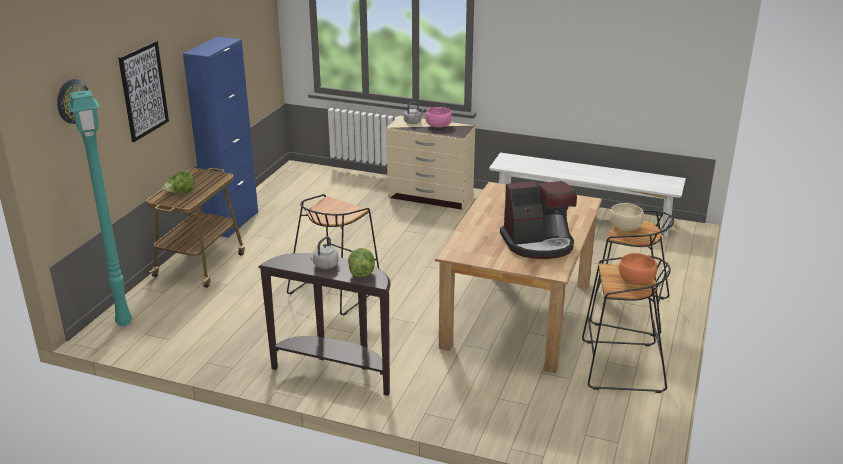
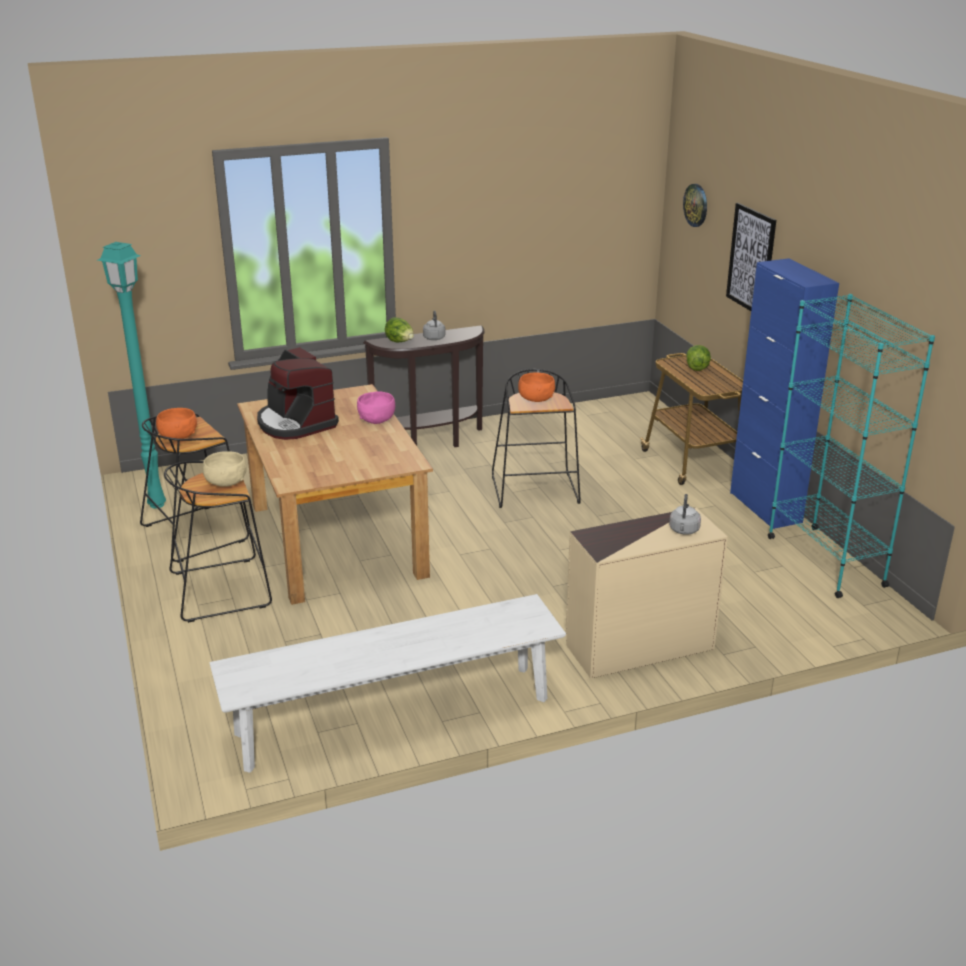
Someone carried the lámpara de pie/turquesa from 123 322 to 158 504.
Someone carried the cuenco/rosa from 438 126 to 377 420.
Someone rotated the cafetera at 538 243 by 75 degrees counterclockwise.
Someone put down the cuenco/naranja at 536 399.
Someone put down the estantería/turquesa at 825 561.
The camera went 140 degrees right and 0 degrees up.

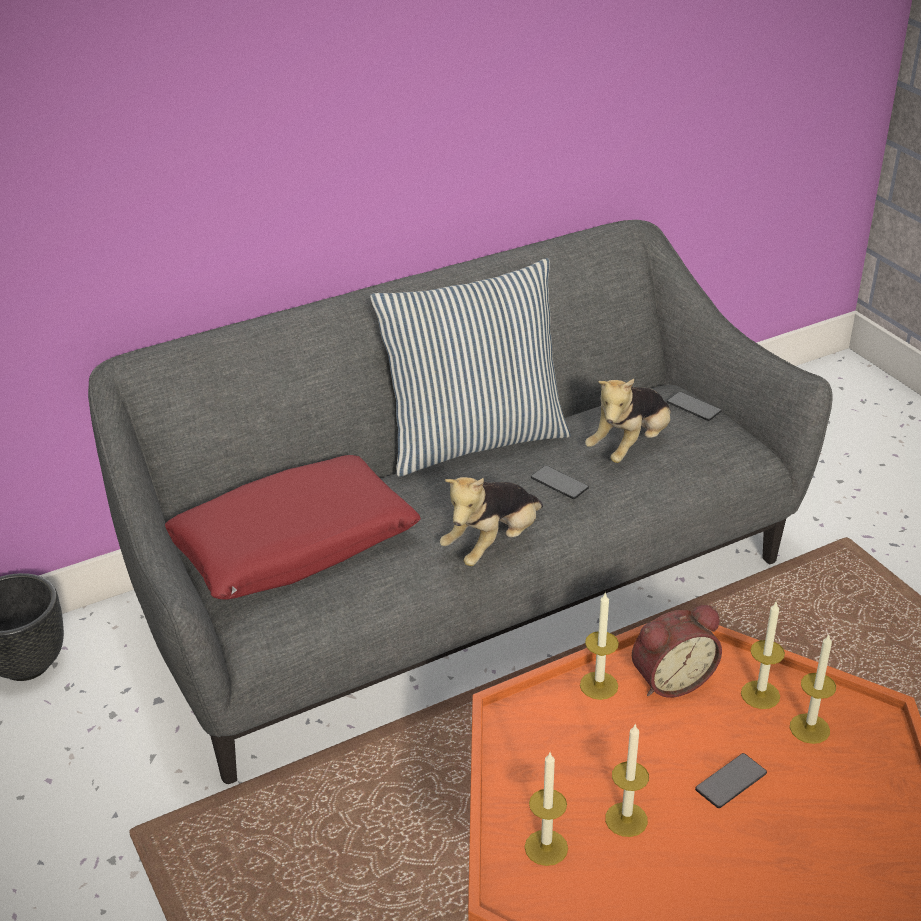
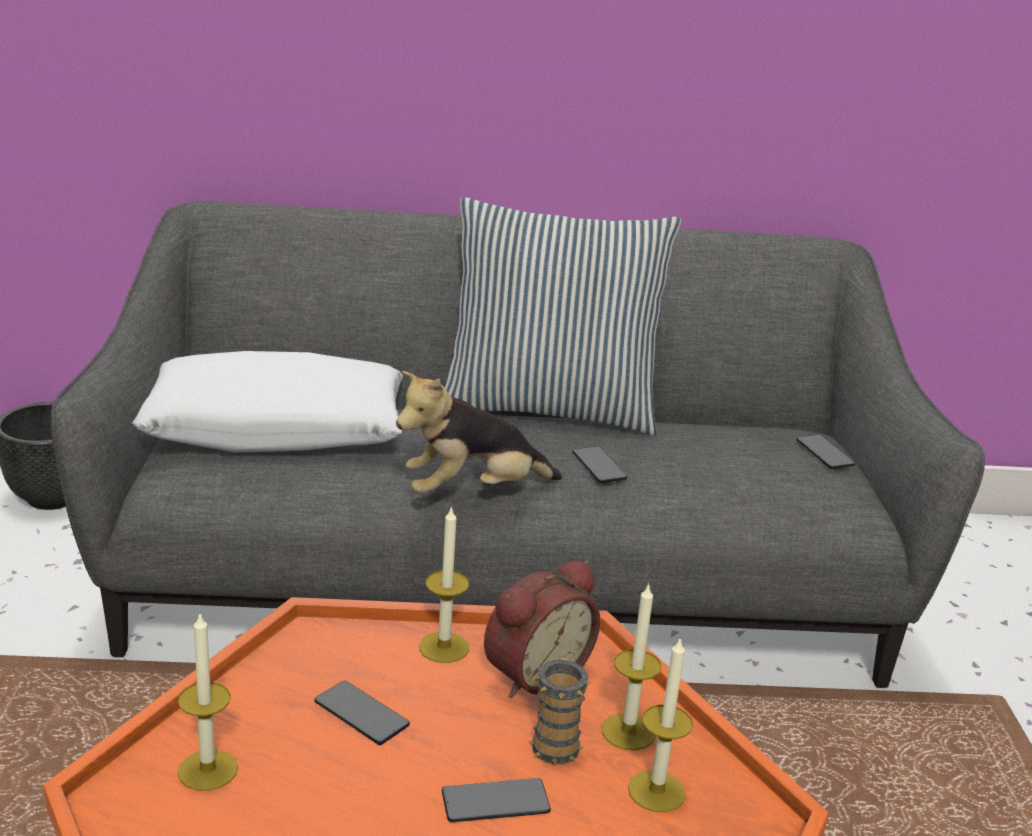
Someone repainted the cojín/rojo at 294 546, which became the cojín/blanco at 276 428.
Someone took away the peluche at 630 446.
Someone took away the vela at 626 819.
Someone rotated the despertador at 670 679 by 45 degrees counterclockwise.
Someone put down the móvil at 361 714.
Someone put down the taza grande at 556 741.
The camera went 25 degrees right and 10 degrees down.

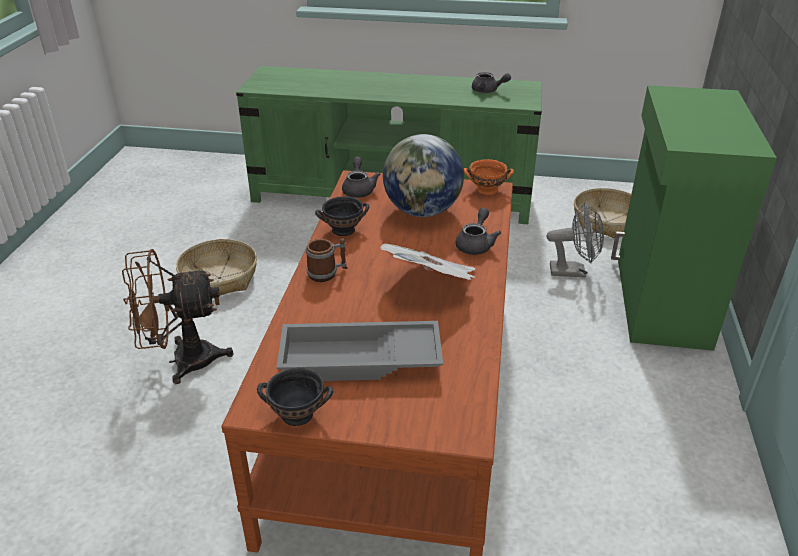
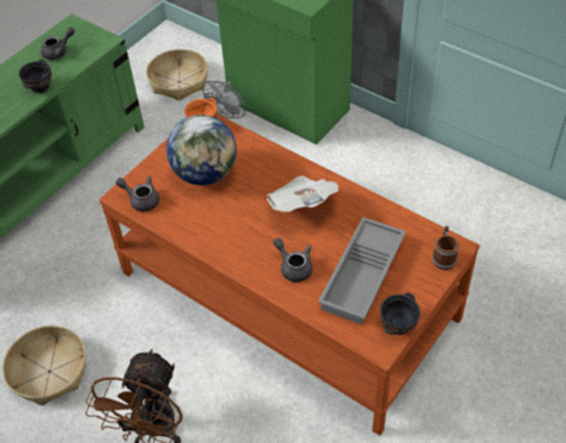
Someone carried the taza grande from 327 273 to 443 257.
Someone carried the cuenco/negro from 342 230 to 39 88.
Someone carried the tetera/gris from 476 244 to 294 267.
The camera went 60 degrees left and 15 degrees up.

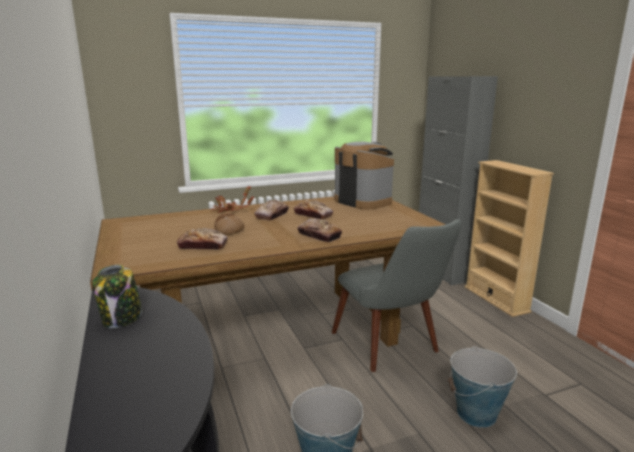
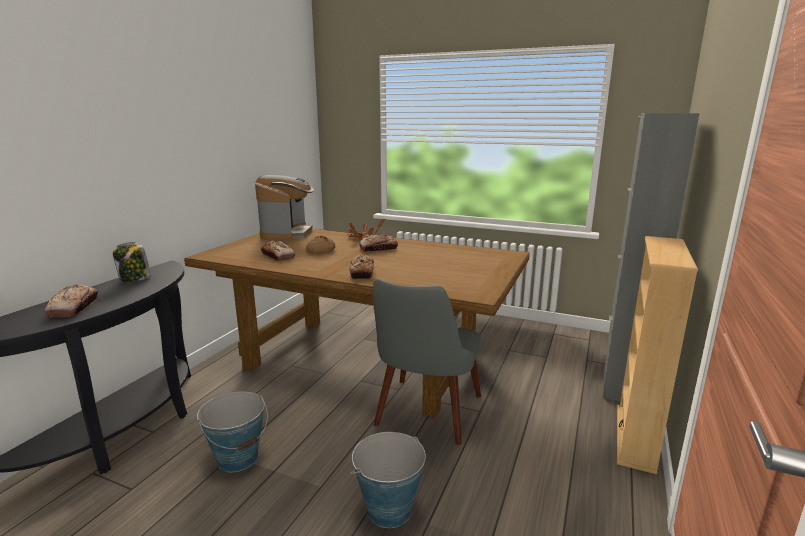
Someone carried the pan from 313 215 to 74 307.
Someone carried the cafetera from 363 201 to 287 234.
The camera went 45 degrees right and 0 degrees up.

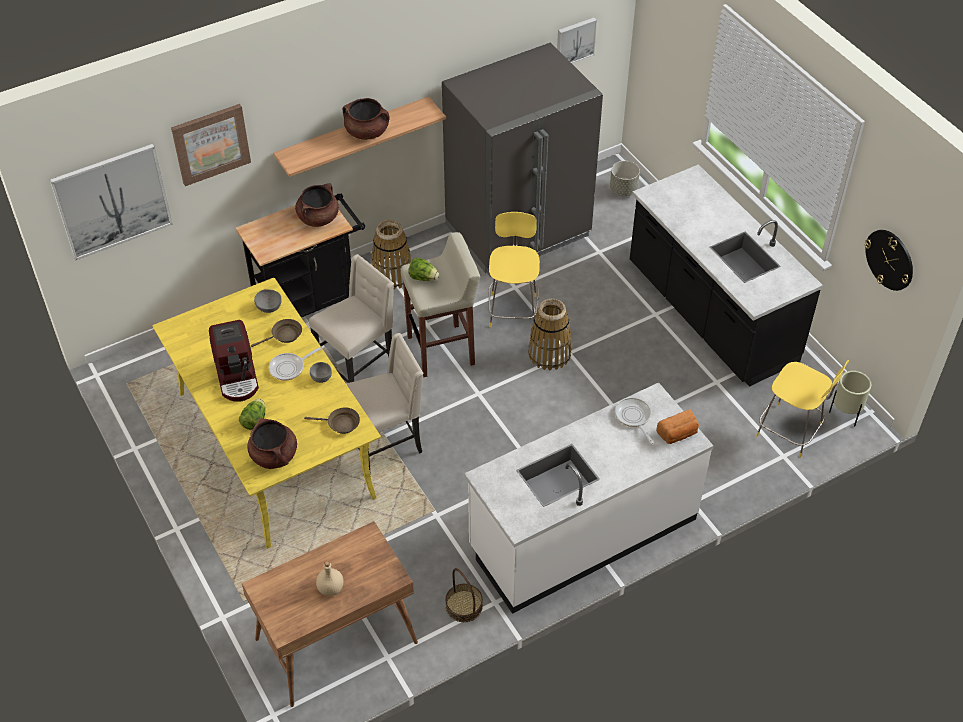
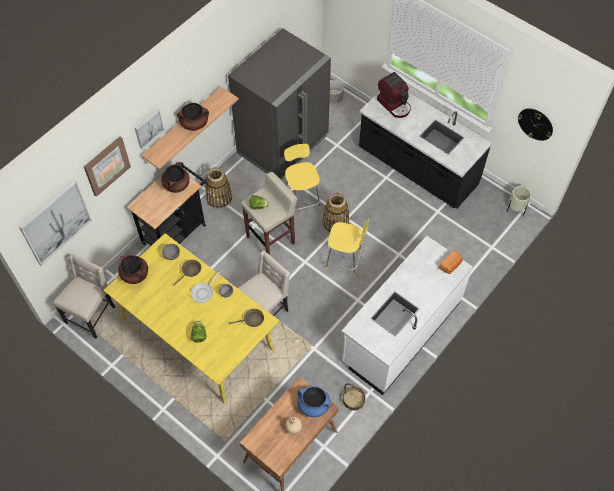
Someone carried the cafetera from 238 377 to 394 104.
Someone carried the olla/marrón from 274 456 to 135 274.
Someone carried the silla/beis from 358 365 to 91 314.
Someone carried the cuadro from 575 41 to 148 128.
Someone took away the sartén at 633 417.
Someone carried the taburete/amarillo from 791 432 to 344 260.
Someone put down the olla/azul at 313 405.
The camera went 20 degrees left and 10 degrees up.

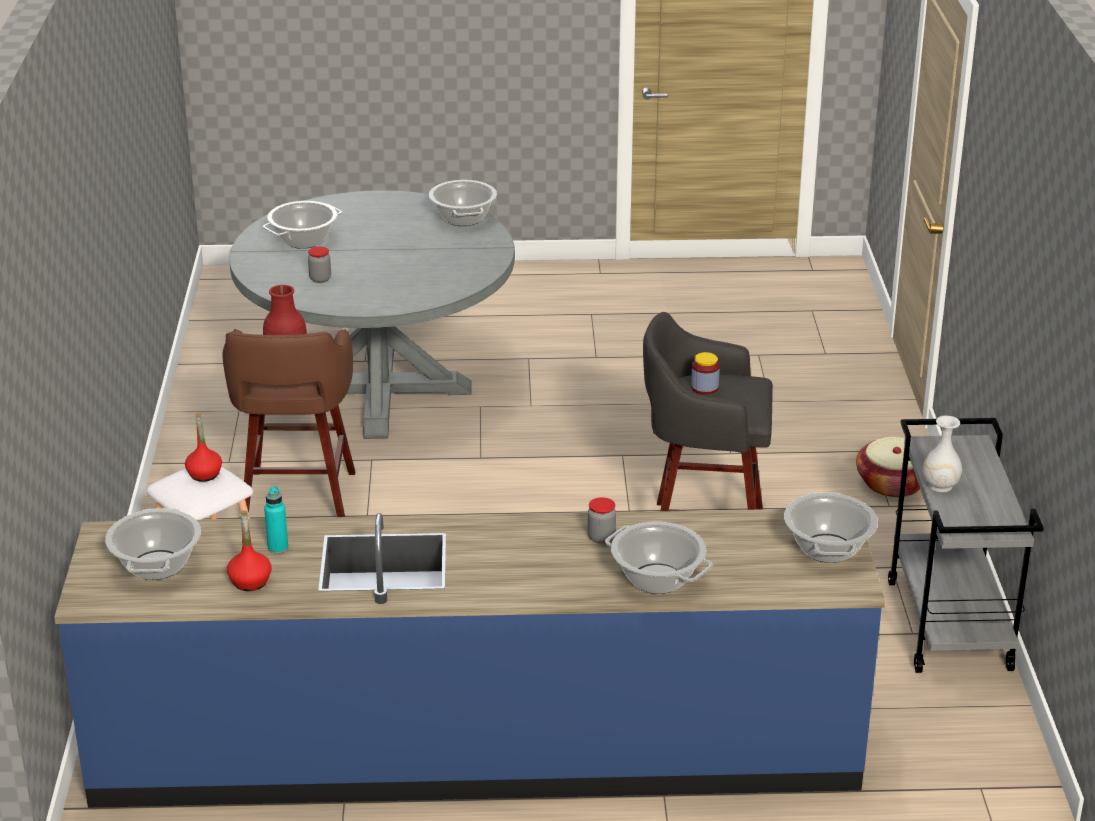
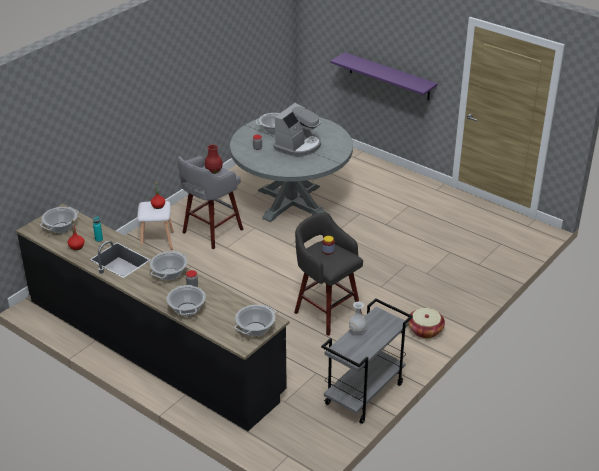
Someone repainted the mueble bajo de cocina/azul at 476 748, which became the mueble bajo de cocina/negro at 153 345.
Someone repainted the taburete/marrón at 298 503, which became the taburete/gris at 211 232.
Someone carried the olla from 463 218 to 169 274.
Someone put down the cafetera at 298 146.
Someone put up the estante/morado at 389 76.
The camera went 40 degrees right and 5 degrees up.

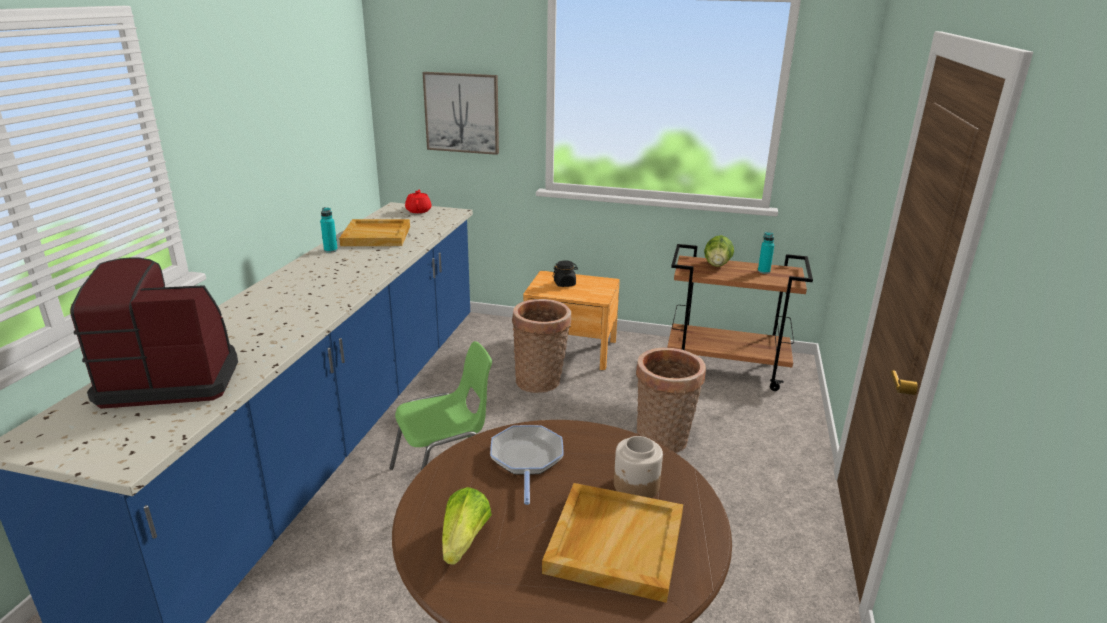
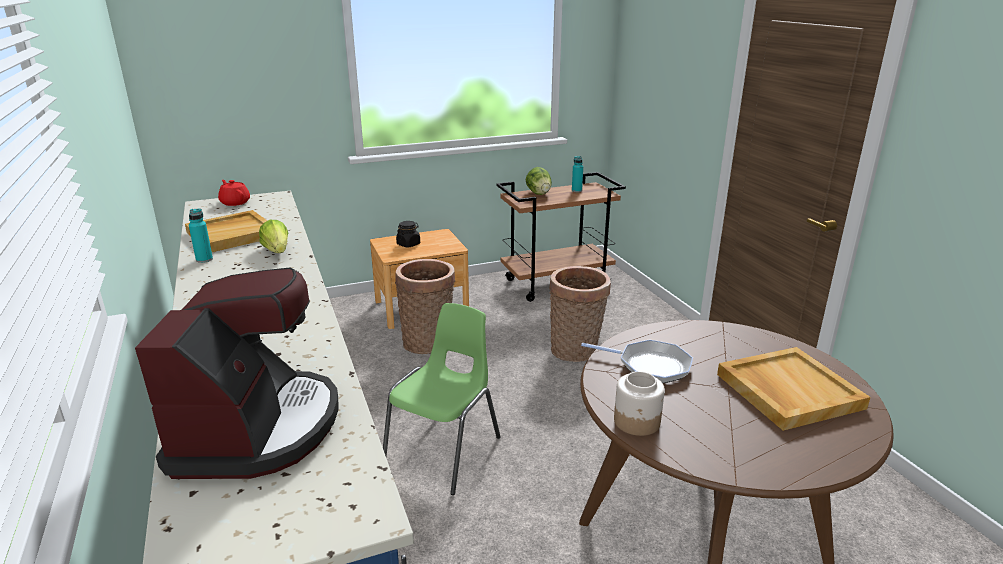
Someone rotated the cafetera at 171 379 by 135 degrees clockwise.
Someone took away the cuadro at 462 113.
Someone carried the lechuga from 464 541 to 277 251.
Someone rotated the sartén at 526 459 by 150 degrees clockwise.
Someone carried the tarro from 636 486 to 637 422.
The camera went 35 degrees left and 0 degrees up.

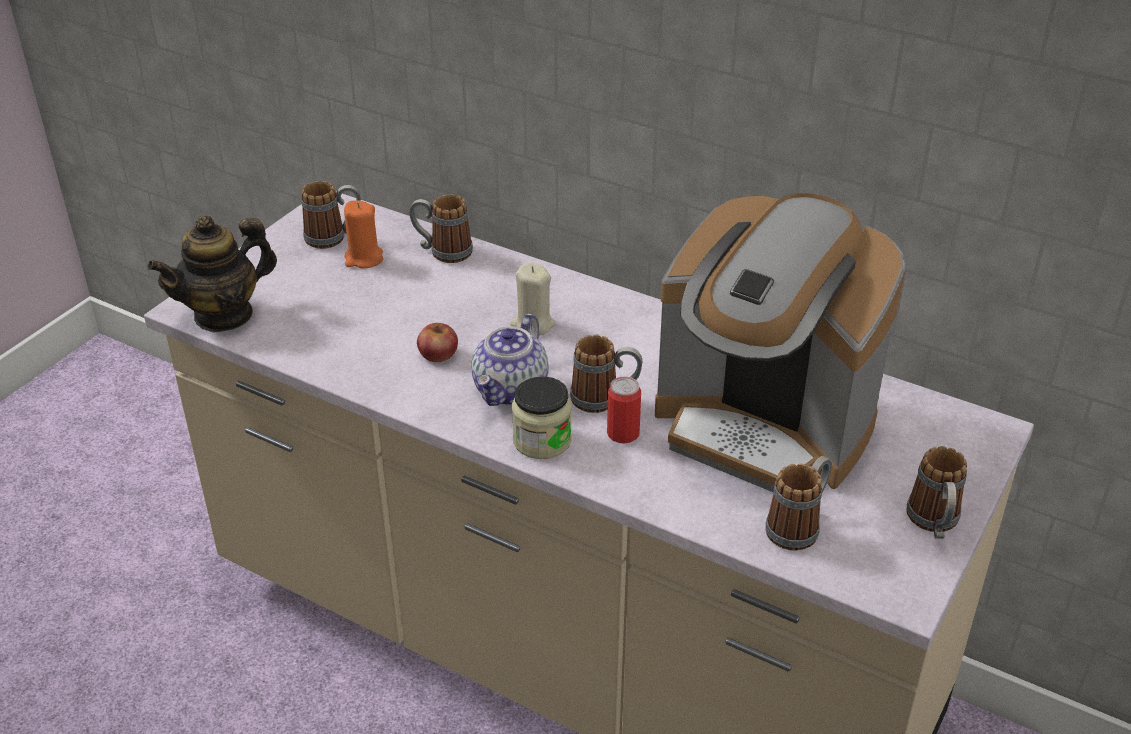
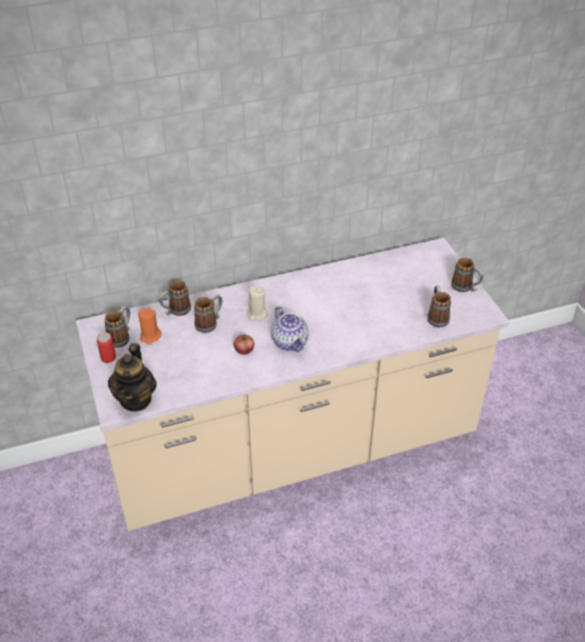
Someone took away the tarro at 542 440.
Someone carried the taza grande from 605 400 to 209 323.
Someone carried the lata from 623 433 to 108 358.
Someone took away the cafetera at 764 426.
The camera went 50 degrees left and 5 degrees up.

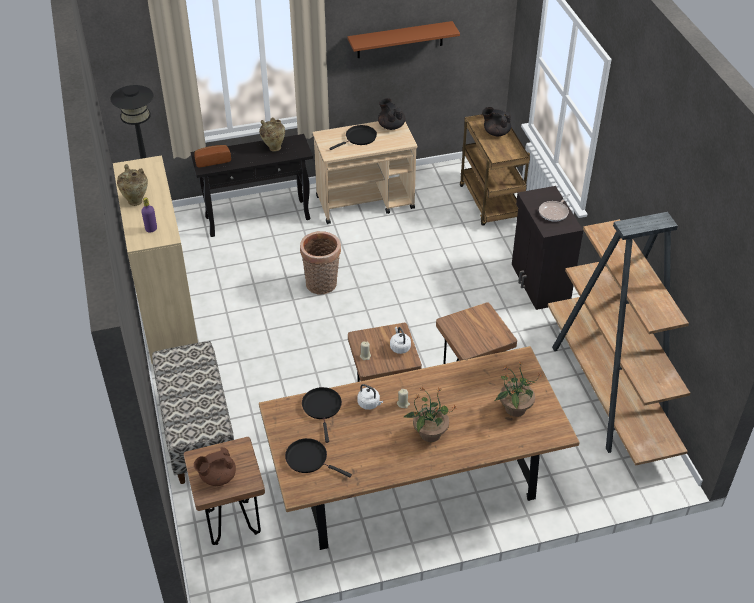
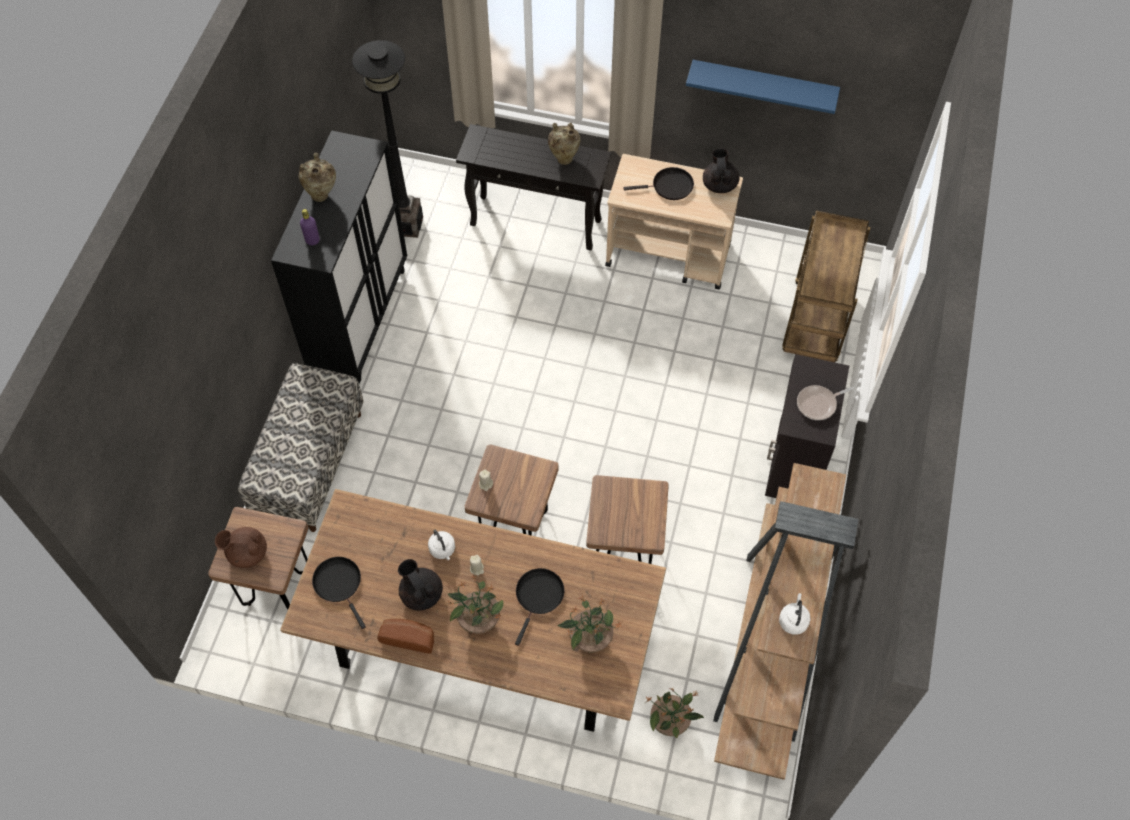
Someone repainted the armario/beis at 169 325, which became the armario/negro at 360 320.
Someone carried the pan from 212 160 to 409 637.
Someone took away the cesta at 322 285.
Someone carried the sartén/negro from 322 408 to 538 596.
Someone repainted the estante/marrón at 400 40, which became the estante/azul at 763 85.
Someone carried the hervidor/blanco from 399 347 to 793 620.
Someone carried the tetera/negro from 496 132 to 421 593.
Someone put down the planta en maceta at 670 722.
The camera went 30 degrees right and 15 degrees up.

